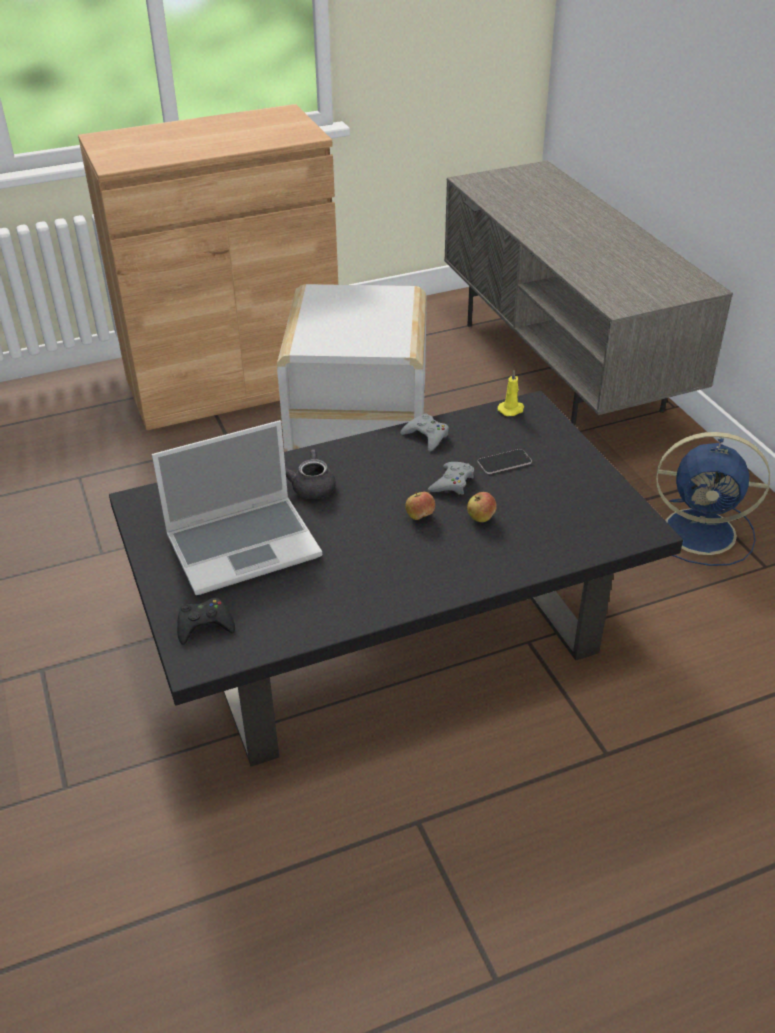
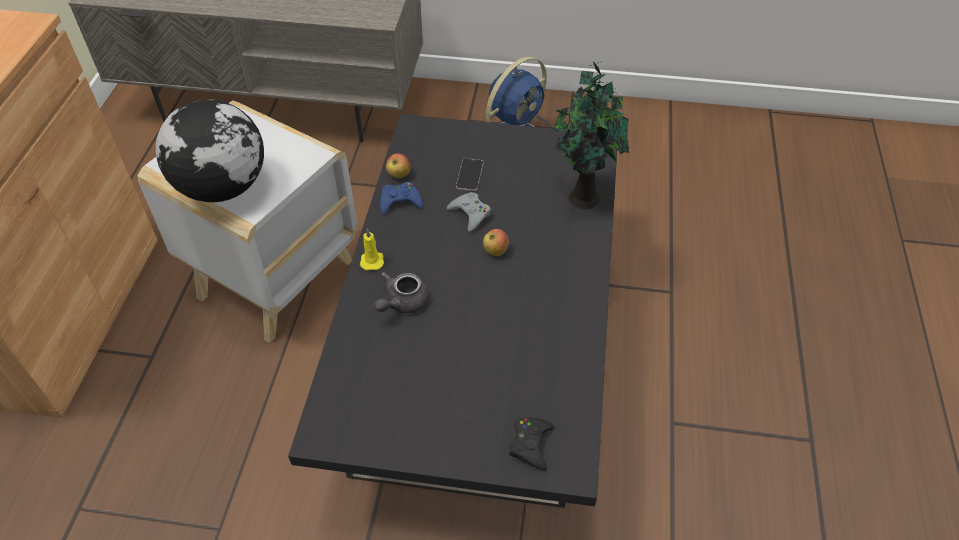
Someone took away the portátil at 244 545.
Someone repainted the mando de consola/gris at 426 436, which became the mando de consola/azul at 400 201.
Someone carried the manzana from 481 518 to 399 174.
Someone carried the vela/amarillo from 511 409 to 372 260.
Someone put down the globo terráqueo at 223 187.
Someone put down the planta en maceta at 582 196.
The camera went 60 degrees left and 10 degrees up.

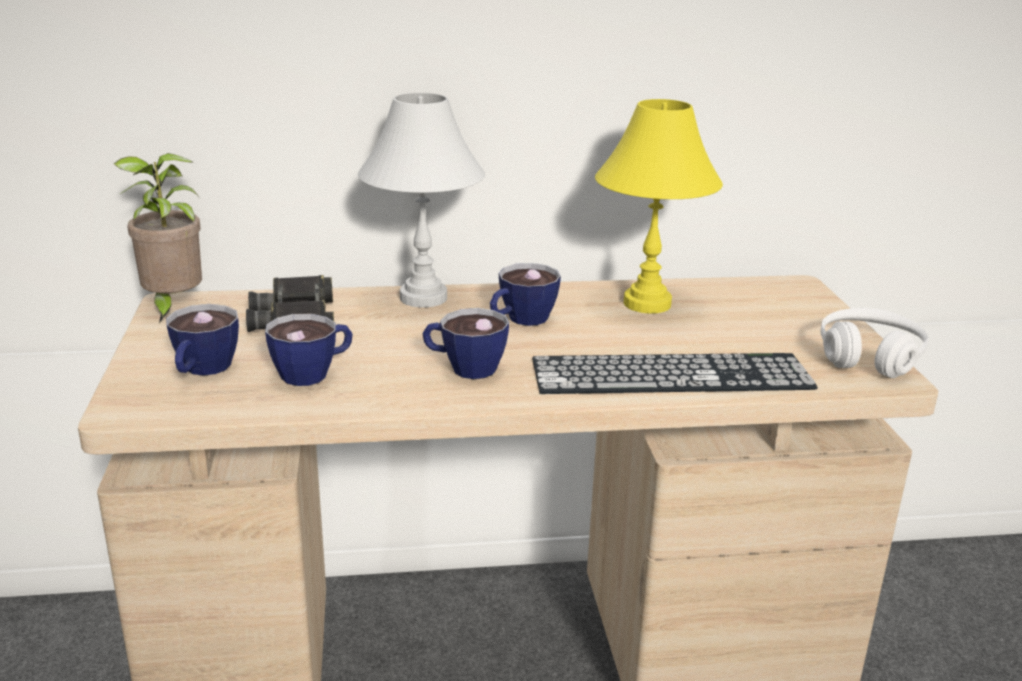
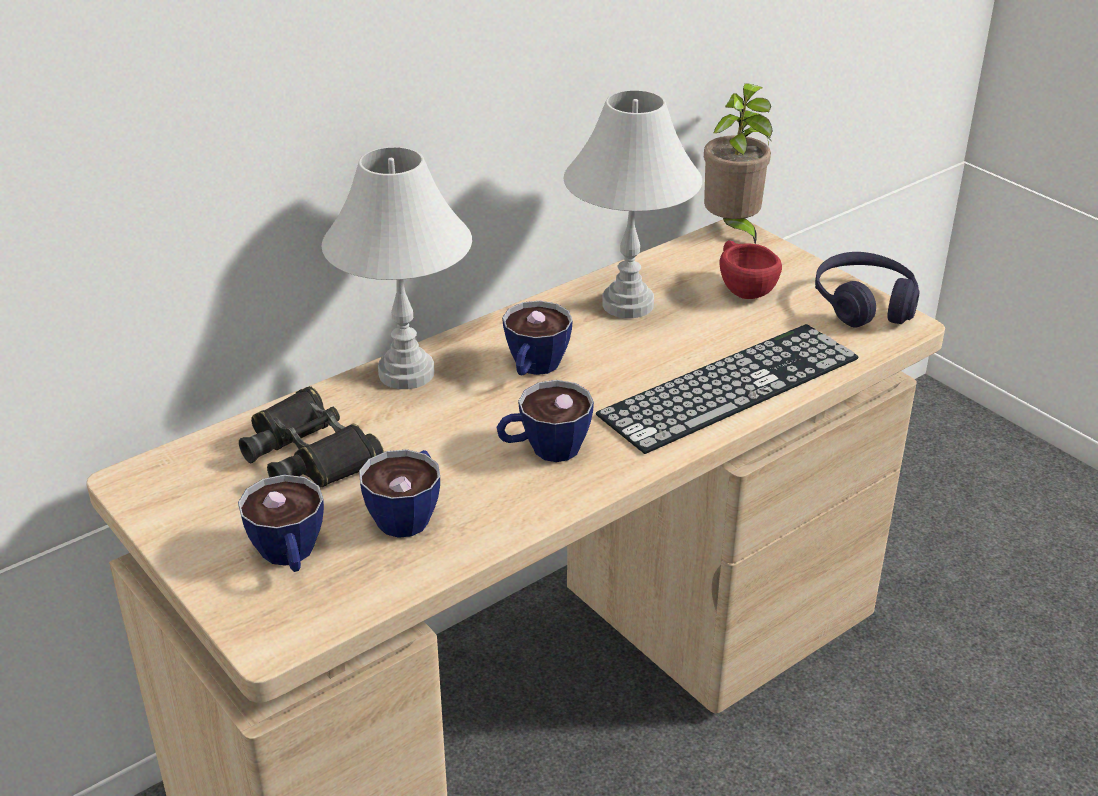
Someone carried the planta en maceta from 172 307 to 732 230.
Someone repainted the lámpara de mesa/amarillo at 646 303, which became the lámpara de mesa/blanco at 627 305.
Someone repainted the auriculares/blanco at 868 356, which became the auriculares/morado at 864 304.
Someone put down the taza/rojo at 742 288.
The camera went 30 degrees left and 10 degrees up.

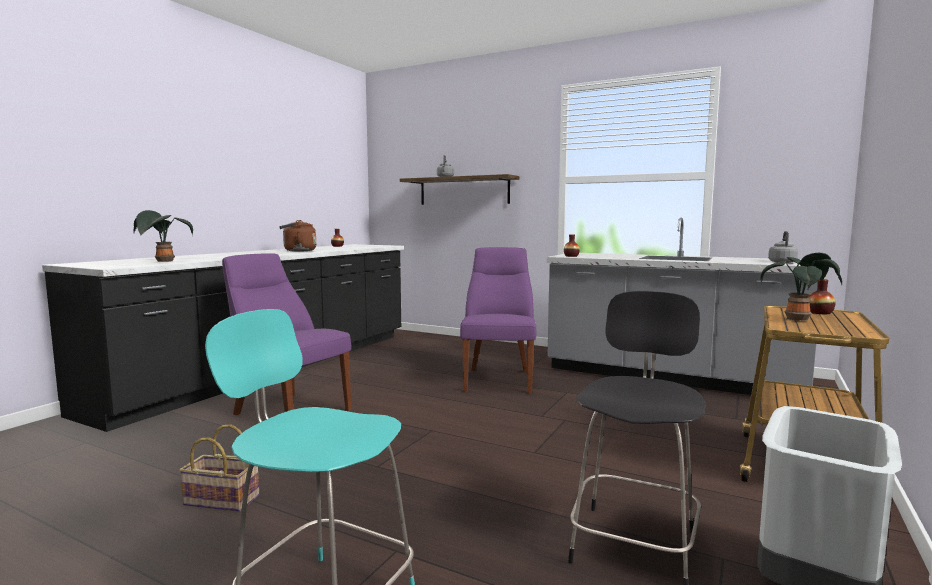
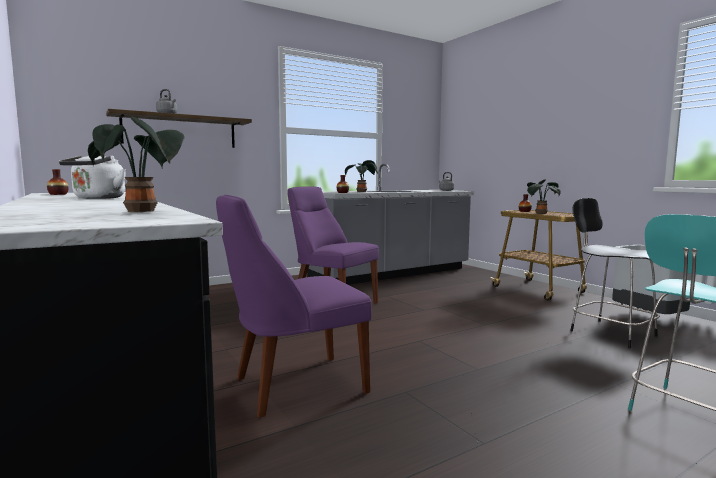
Someone took away the cesta at 219 500.
Someone repainted the hervidor/marrón at 297 251, which became the hervidor/blanco at 97 198.
Someone put down the planta en maceta at 362 192.
The camera went 60 degrees left and 0 degrees up.

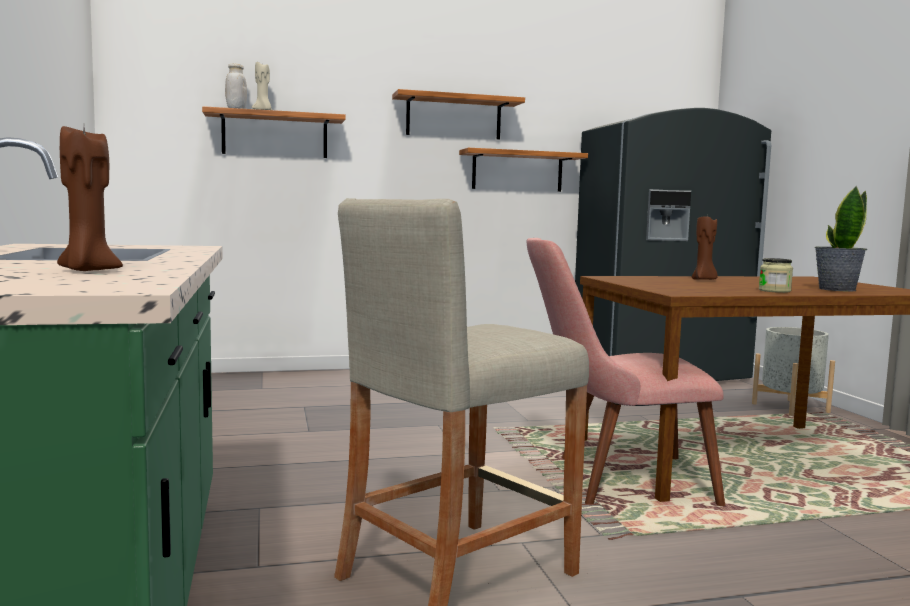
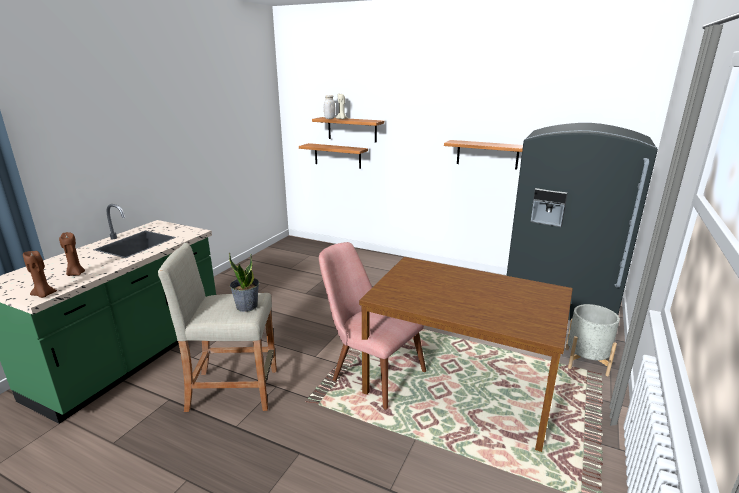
Someone carried the estante from 454 117 to 337 156.
Someone carried the vela/marrón from 704 280 to 44 295.
Someone took away the tarro at 774 291.
Someone carried the planta en maceta from 836 289 to 247 306.
The camera went 40 degrees right and 15 degrees up.

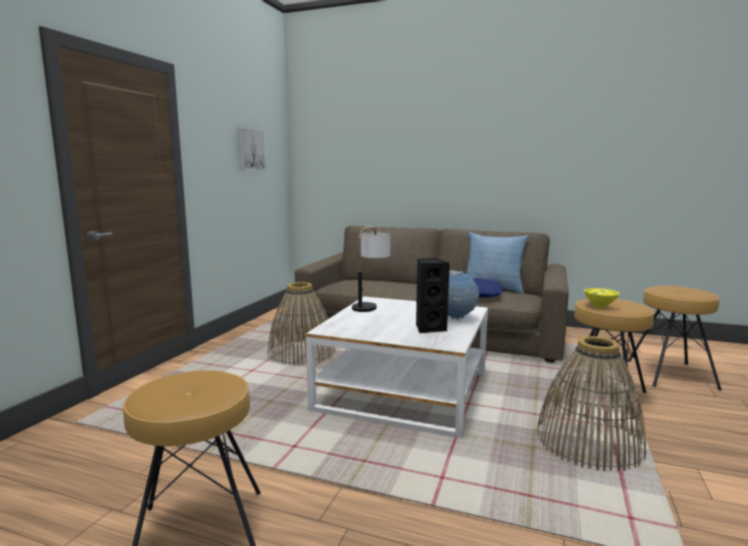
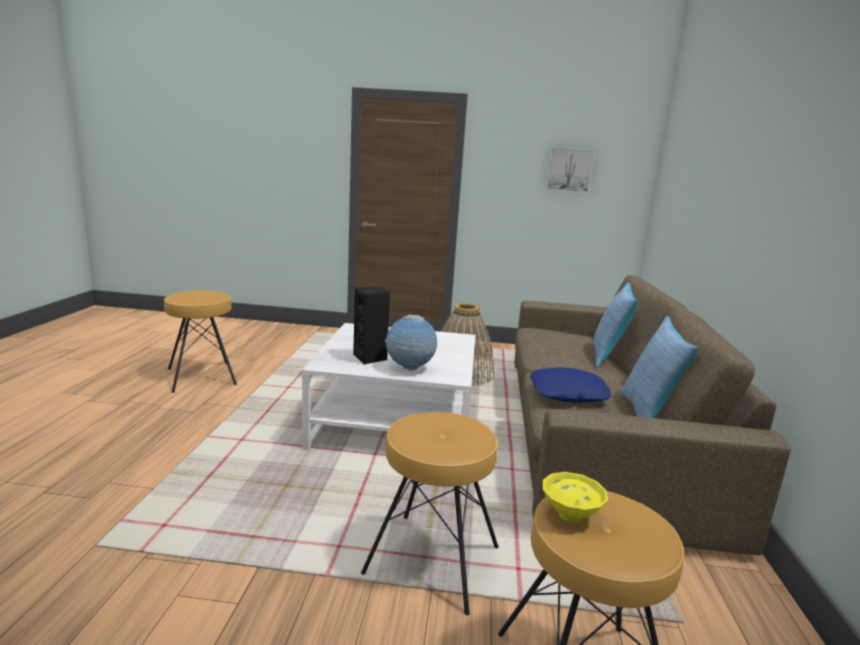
Someone took away the lámpara de mesa at 371 305.
Someone took away the cesta at 589 442.
Someone carried the cuenco/amarillo from 601 306 to 571 516.
Someone put down the cojín at 608 357.
The camera went 75 degrees right and 5 degrees up.

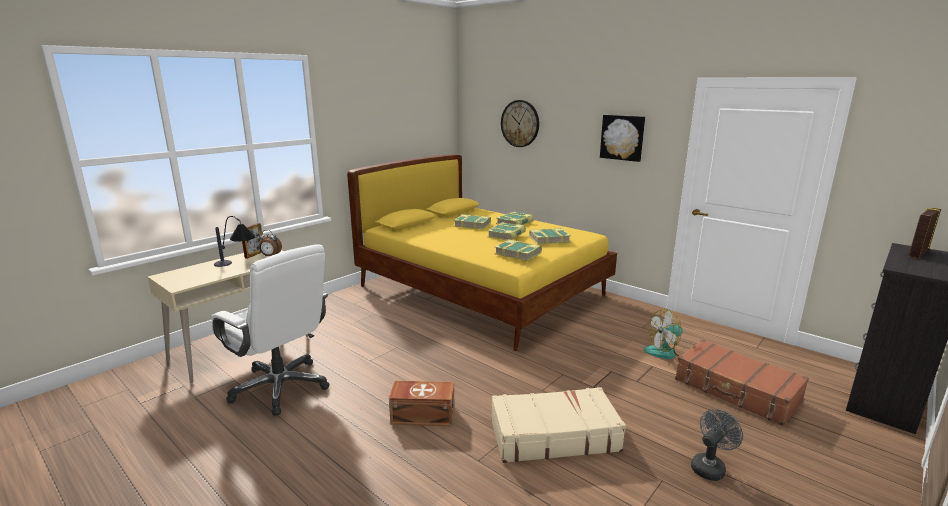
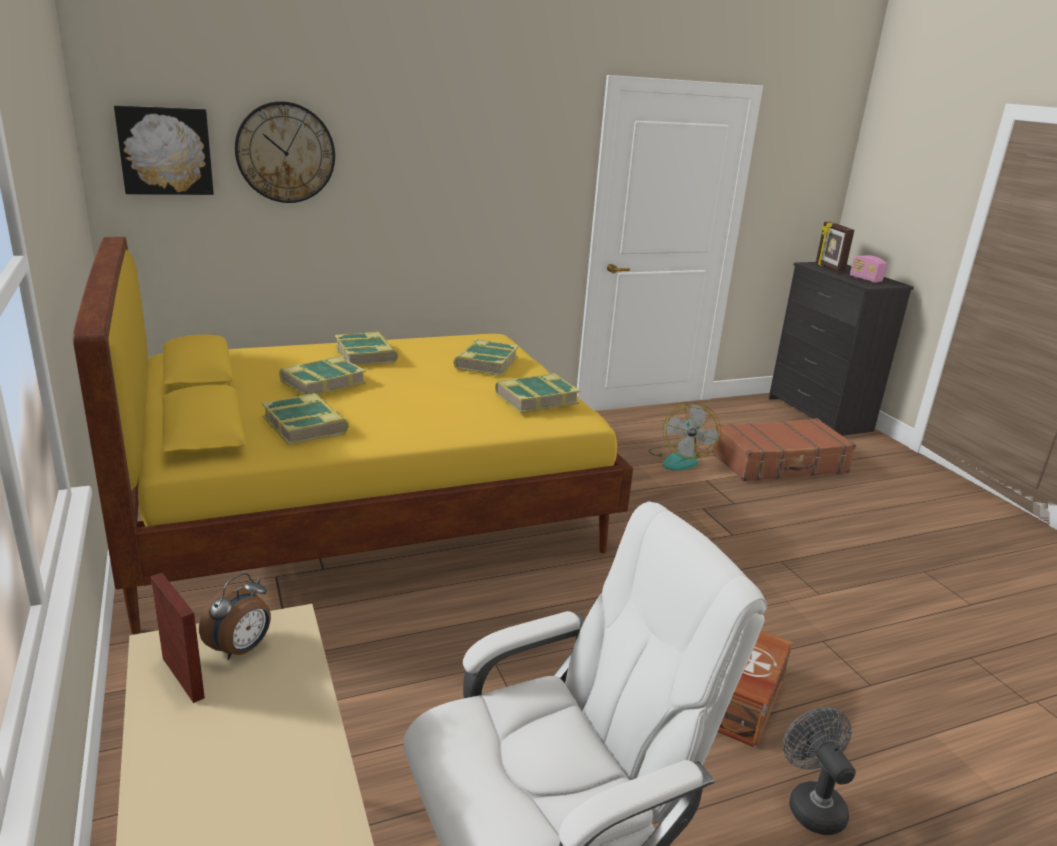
Someone took away the lámpara de mesa at 238 264.
Someone carried the libro from 507 235 to 305 426.
Someone took away the maleta/beis at 553 435.
Someone carried the cuadro from 622 137 to 165 151.
Someone carried the ventilador/gris from 710 466 to 811 804.
Someone put down the radio at 865 279.
The camera went 65 degrees left and 5 degrees up.

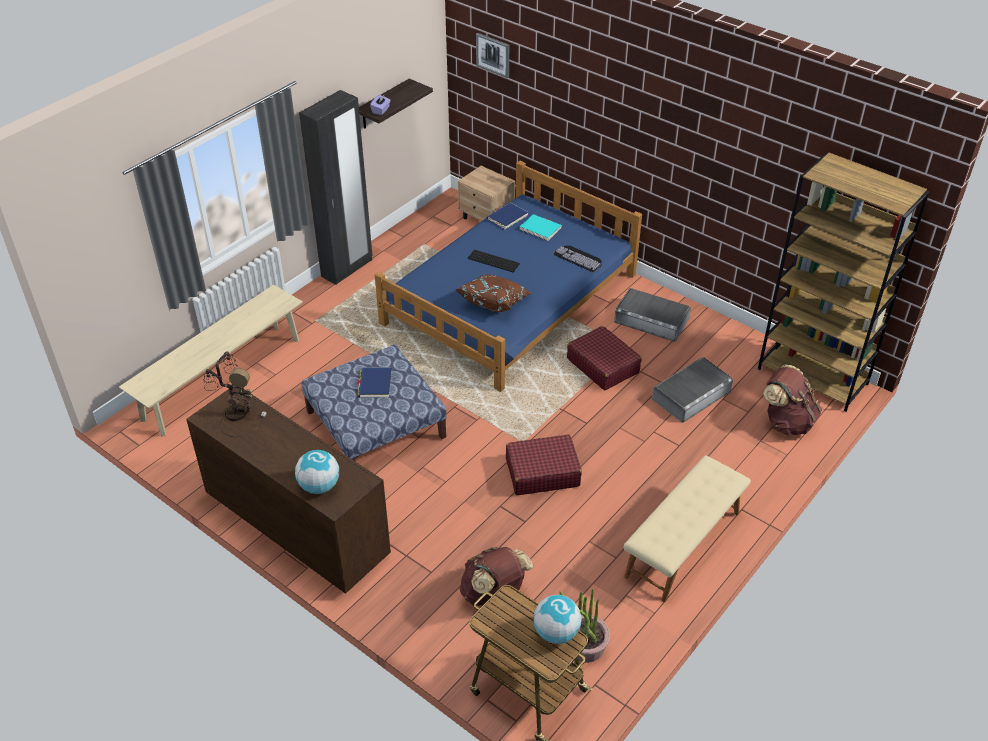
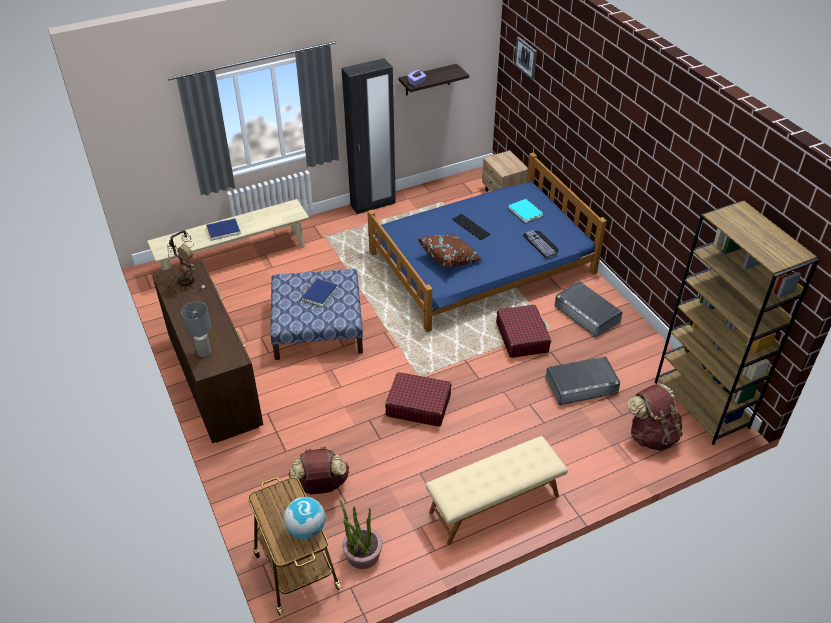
Someone swapped the globo terráqueo at 319 486 for the lámpara de mesa/gris at 204 352.
Someone carried the libro/azul from 507 217 to 223 230.
The camera went 25 degrees right and 0 degrees up.

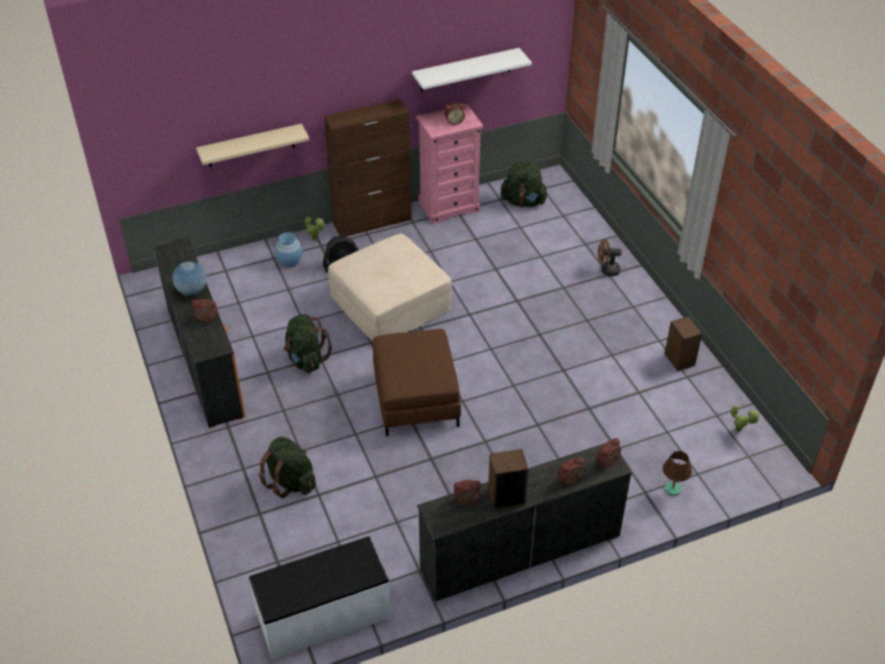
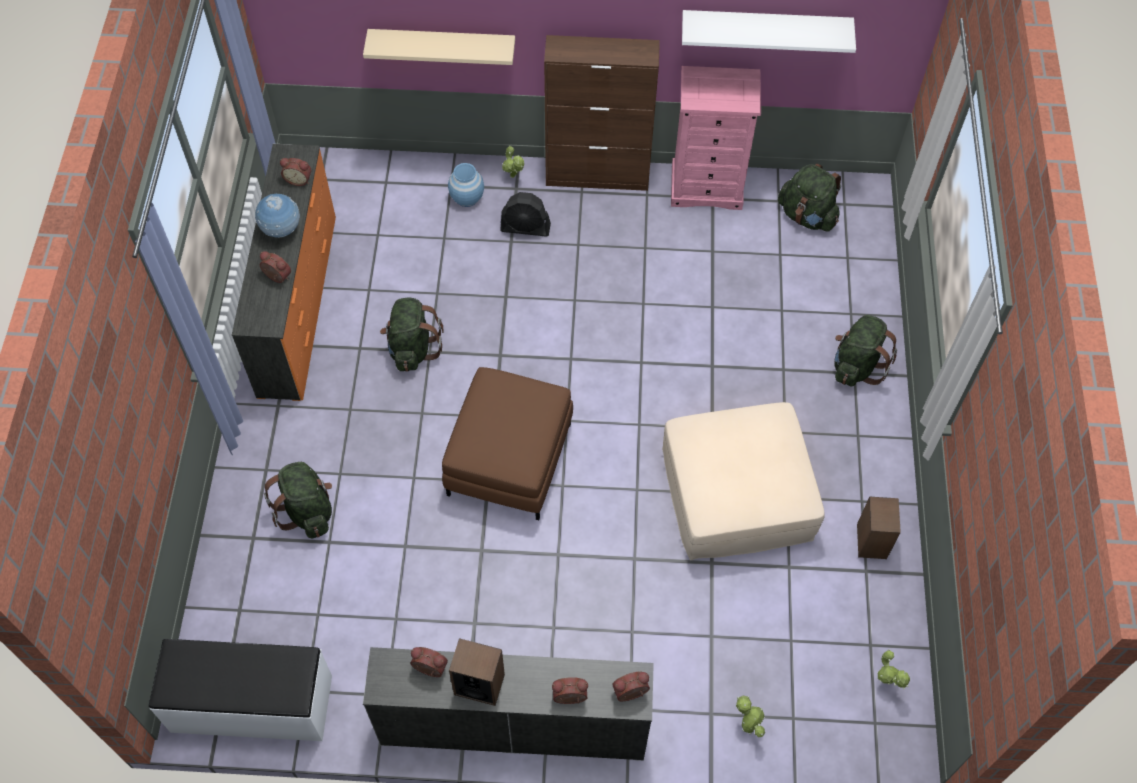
Someone carried the puf/beis from 389 303 to 735 494.
Someone carried the despertador from 454 121 to 299 179.
Someone swapped the ventilador/marrón at 607 270 for the mochila/verde at 856 366.
Someone swapped the lámpara de mesa/marrón at 672 489 for the planta en maceta at 748 726.
The camera went 25 degrees right and 15 degrees up.

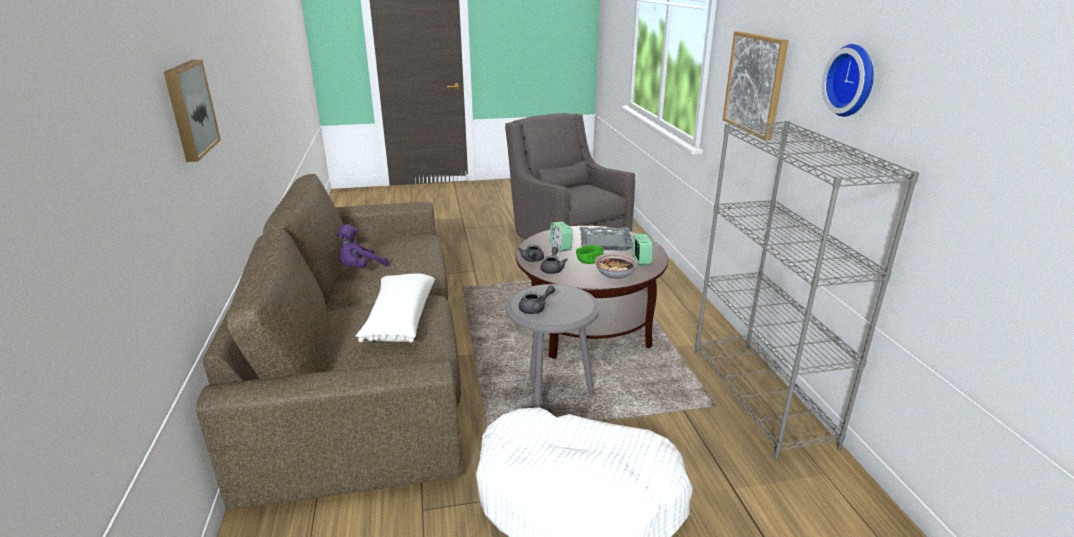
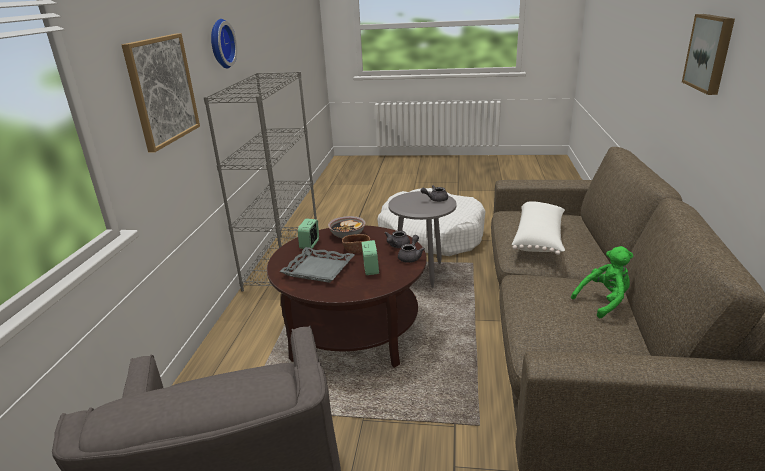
Someone repainted the peluche/morado at 361 269, which became the peluche/verde at 604 301.
Someone repainted the cuenco/verde at 589 261, which became the cuenco/marrón at 356 249.
The camera went 160 degrees left and 0 degrees up.

